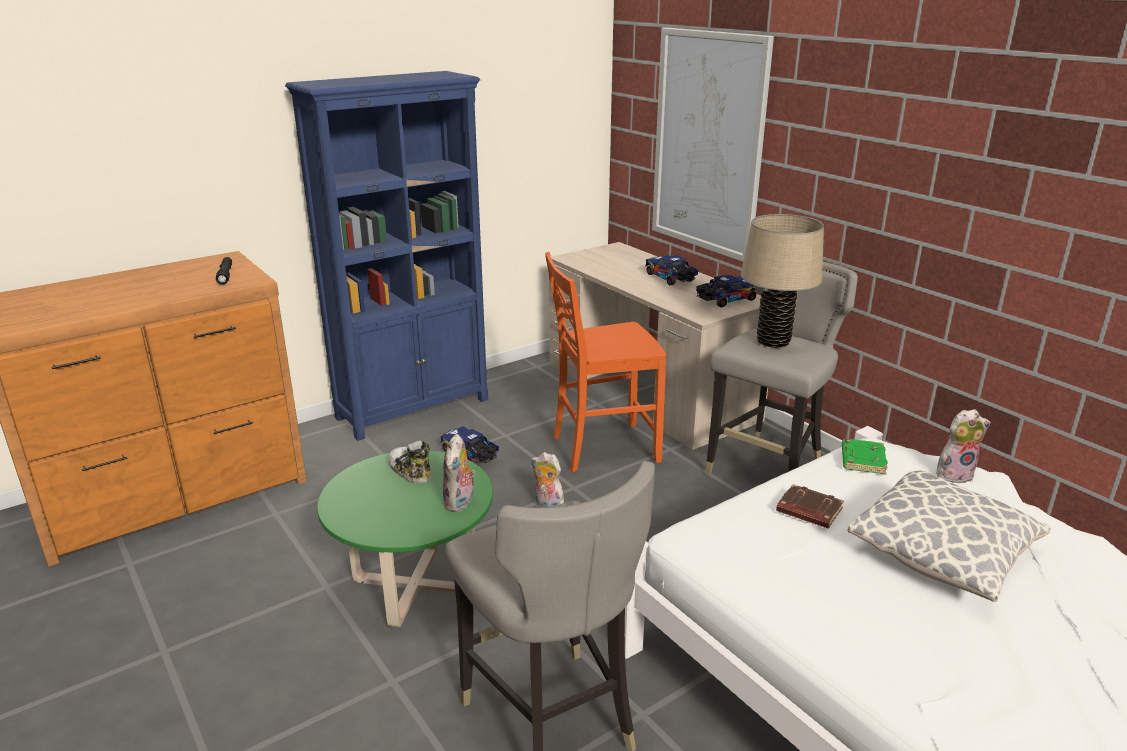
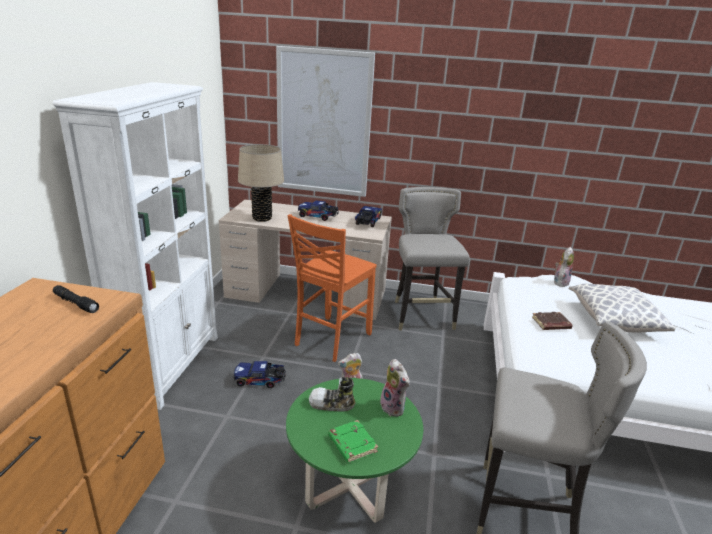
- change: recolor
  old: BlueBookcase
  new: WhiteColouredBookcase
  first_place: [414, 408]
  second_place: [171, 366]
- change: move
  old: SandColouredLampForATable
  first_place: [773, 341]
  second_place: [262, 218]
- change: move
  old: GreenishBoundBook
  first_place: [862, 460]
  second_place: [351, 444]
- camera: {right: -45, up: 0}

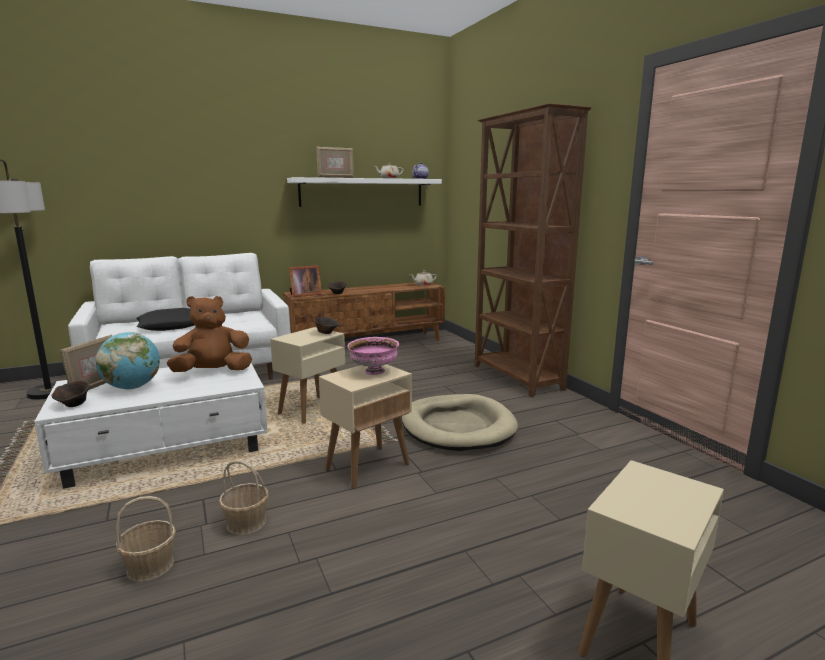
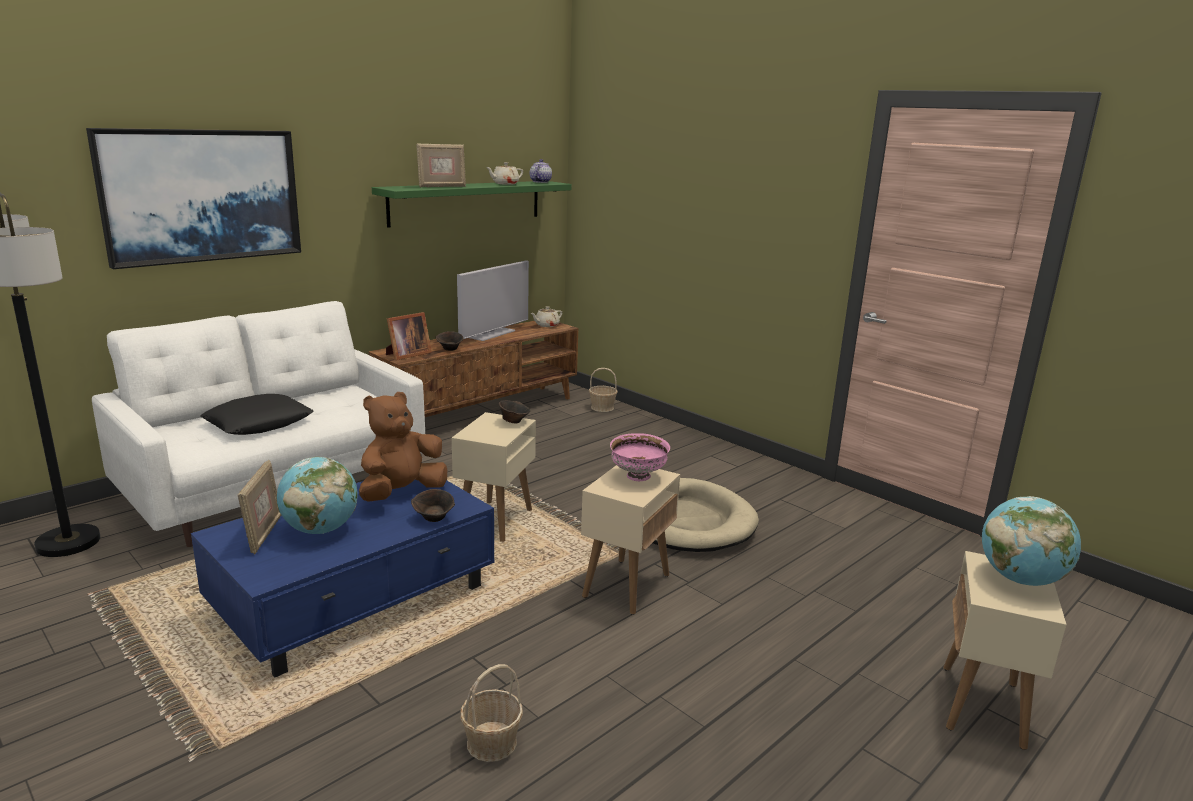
- change: delete
  old: BrownColouredBookcase
  first_place: [516, 378]
- change: recolor
  old: WhiteColouredShelf
  new: GreenishShelf
  first_place: [362, 192]
  second_place: [467, 202]
- change: recolor
  old: WhiteColouredCoffeeTable
  new: BlueCoffeeTable
  first_place: [169, 447]
  second_place: [357, 599]
- change: move
  old: BrownColouredDeepDish
  first_place: [74, 405]
  second_place: [434, 518]
- change: move
  old: StorageBasket
  first_place: [246, 523]
  second_place: [602, 408]
- change: insert
  new: WallArt
  second_place: [202, 195]
- change: insert
  new: Television
  second_place: [492, 334]
- change: insert
  new: WorldGlobe
  second_place: [1020, 579]
- camera: {right: -20, up: 5}

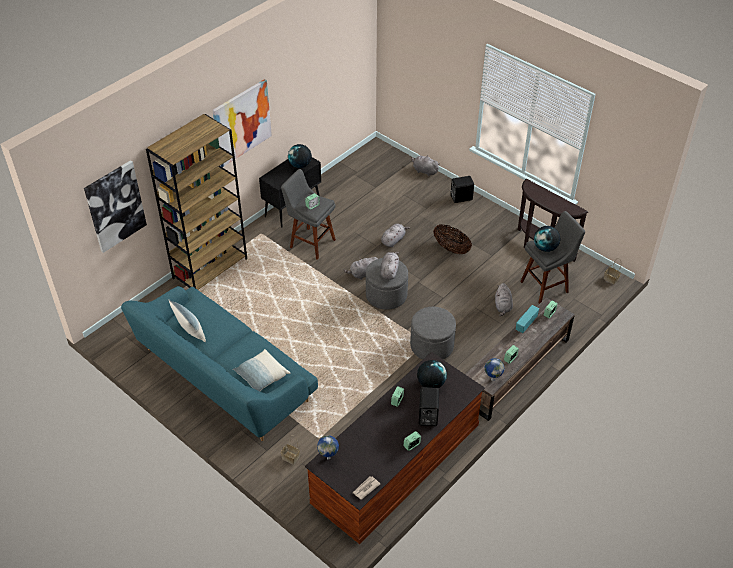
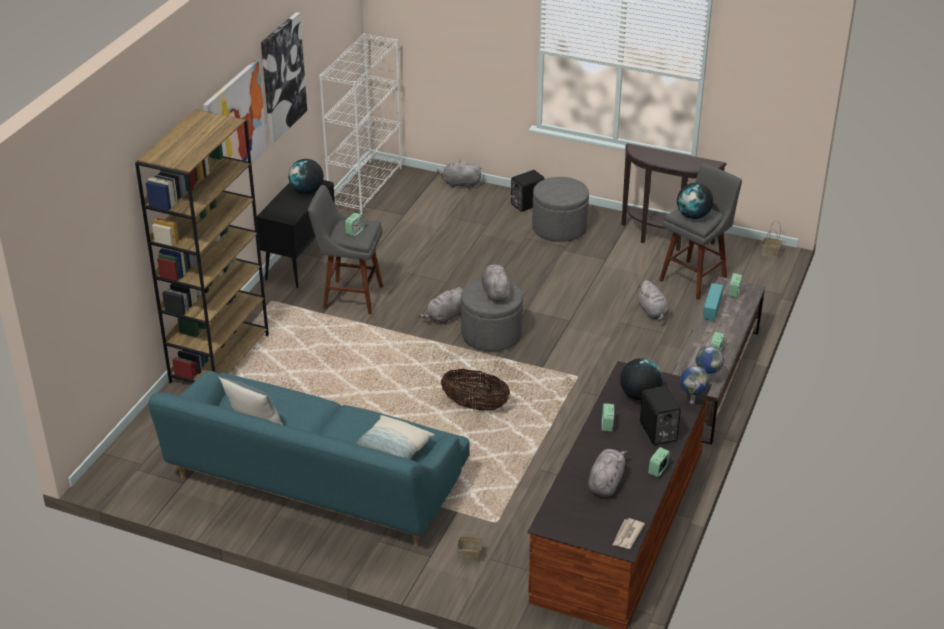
- change: move
  old: WallArt
  first_place: [115, 206]
  second_place: [282, 77]
- change: move
  old: GrayPlushToy
  first_place: [393, 240]
  second_place: [606, 482]
- change: move
  old: StorageBasket
  first_place: [451, 248]
  second_place: [475, 405]
- change: move
  old: GrayPouffe
  first_place: [432, 345]
  second_place: [559, 228]
- change: move
  old: WorldGlobe
  first_place: [329, 457]
  second_place: [692, 401]
- change: insert
  new: WhiteColouredBookcase
  second_place: [365, 187]
- camera: {right: -20, up: -10}

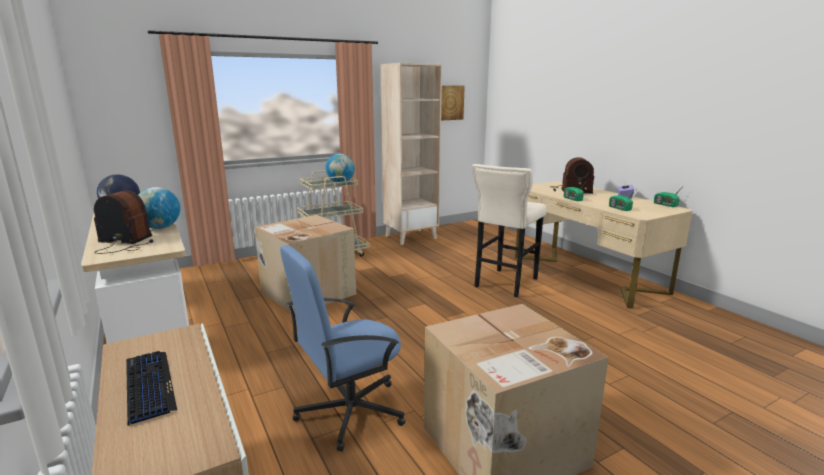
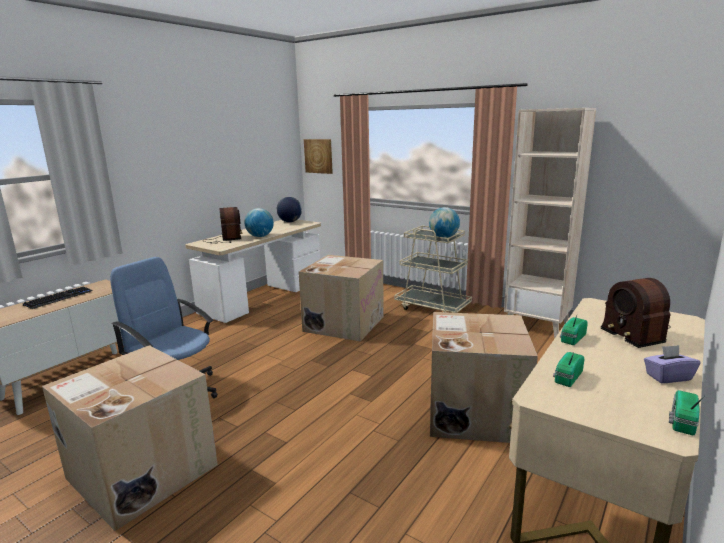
- change: move
  old: WallArt
  first_place: [448, 102]
  second_place: [318, 156]
- change: replace
  old: SandColouredStool
  new: CardboardBox
  first_place: [504, 284]
  second_place: [473, 411]
- camera: {right: 65, up: 0}

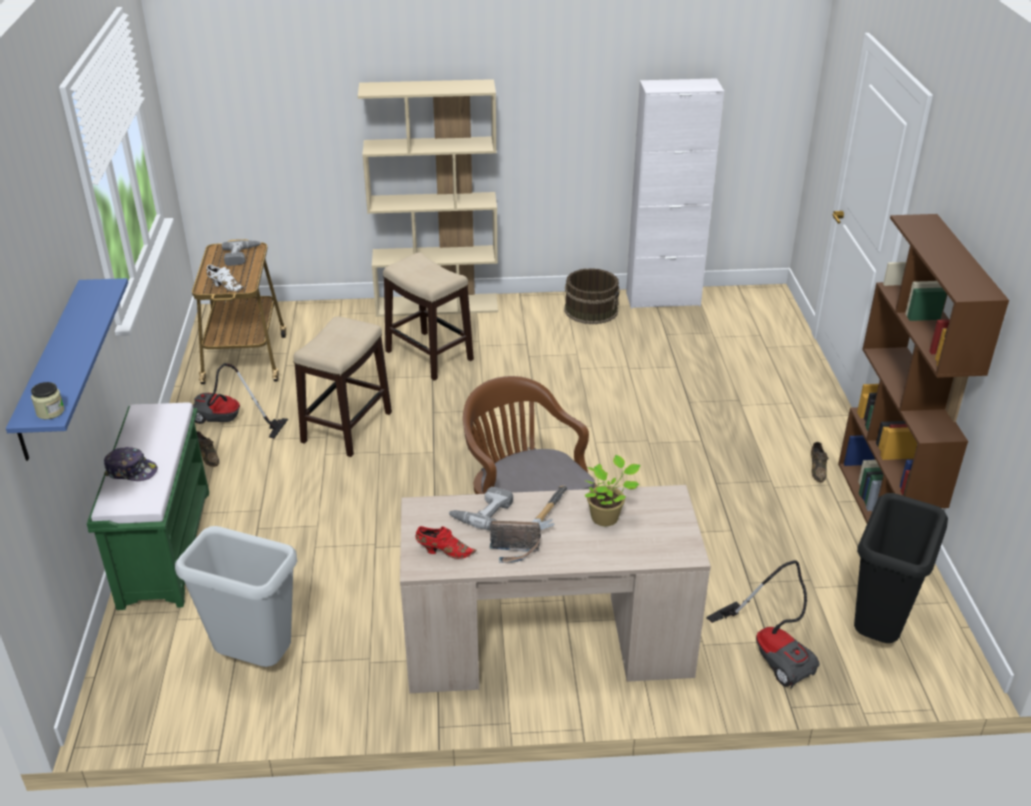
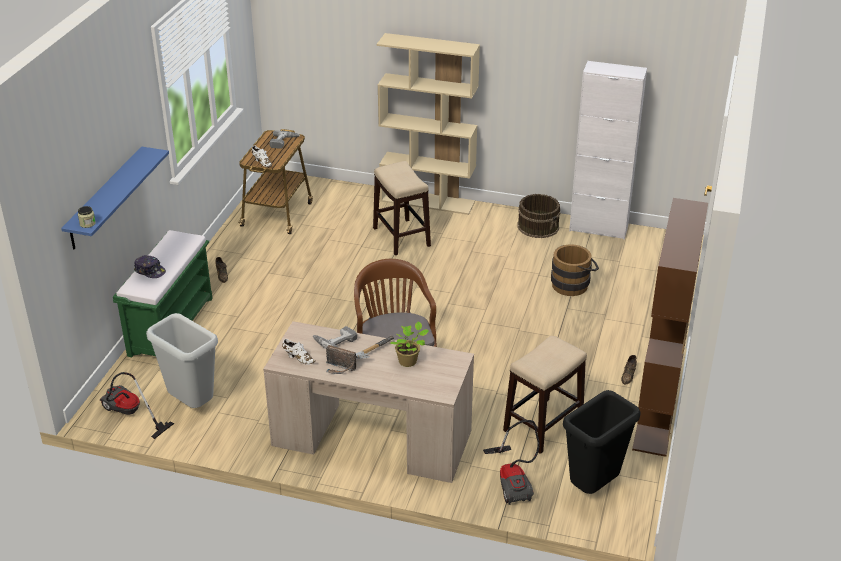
- change: move
  old: Stool
  first_place: [346, 428]
  second_place: [542, 426]
- change: move
  old: VacuumCleaner
  first_place: [228, 422]
  second_place: [129, 414]
- change: recolor
  old: ReddishShoe
  new: WhiteColouredShoe
  first_place: [443, 551]
  second_place: [298, 358]
- change: insert
  new: BrownColouredBucket
  second_place: [573, 284]
- camera: {right: 20, up: 0}

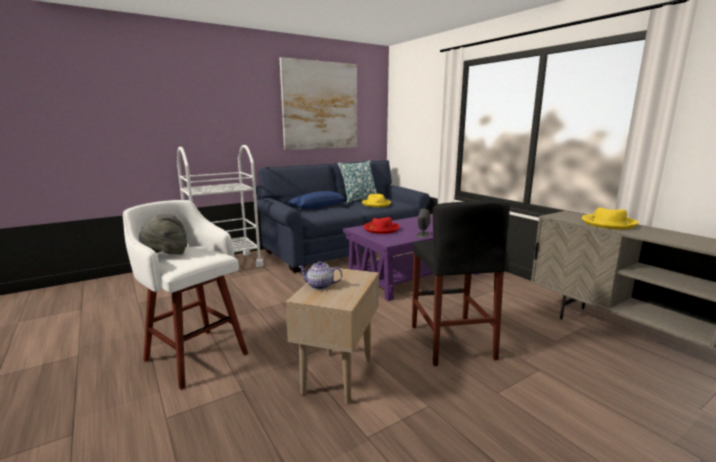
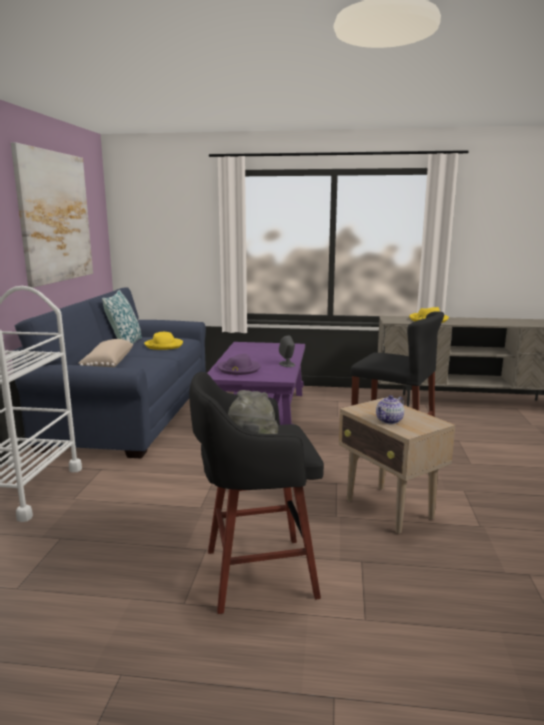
- change: recolor
  old: BlueThrowPillow
  new: SandColouredThrowPillow
  first_place: [317, 207]
  second_place: [107, 364]
- change: recolor
  old: WhiteColouredStool
  new: BlackColouredStool
  first_place: [195, 355]
  second_place: [255, 573]
- change: recolor
  old: ReddishHat
  new: PurplishHat
  first_place: [381, 229]
  second_place: [239, 369]
- camera: {right: -50, up: 0}

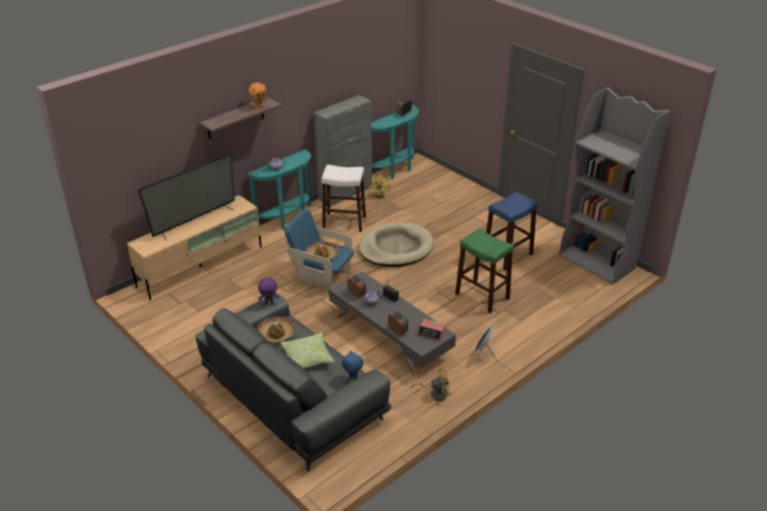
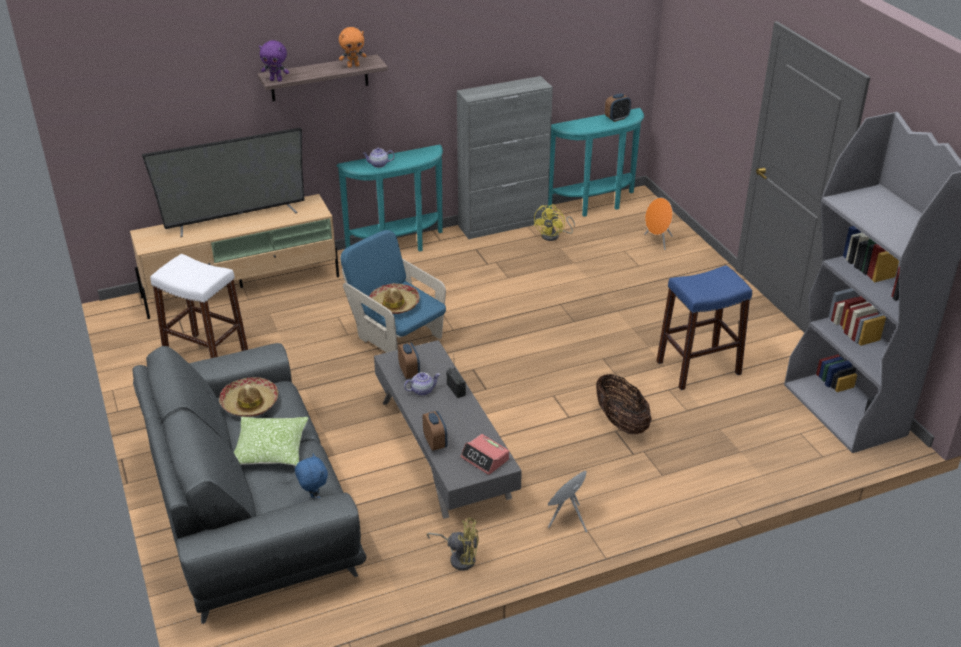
- change: move
  old: WhiteColouredStool
  first_place: [344, 222]
  second_place: [206, 356]
- change: delete
  old: SandColouredPetBed
  first_place: [396, 248]
- change: replace
  old: GreenishStool
  new: StorageBasket
  first_place: [482, 296]
  second_place: [621, 422]
- change: move
  old: PurplishPlushToy
  first_place: [269, 303]
  second_place: [276, 80]
- change: insert
  new: OrangeColouredAudioSpeaker
  second_place: [657, 241]
- camera: {right: 20, up: 0}

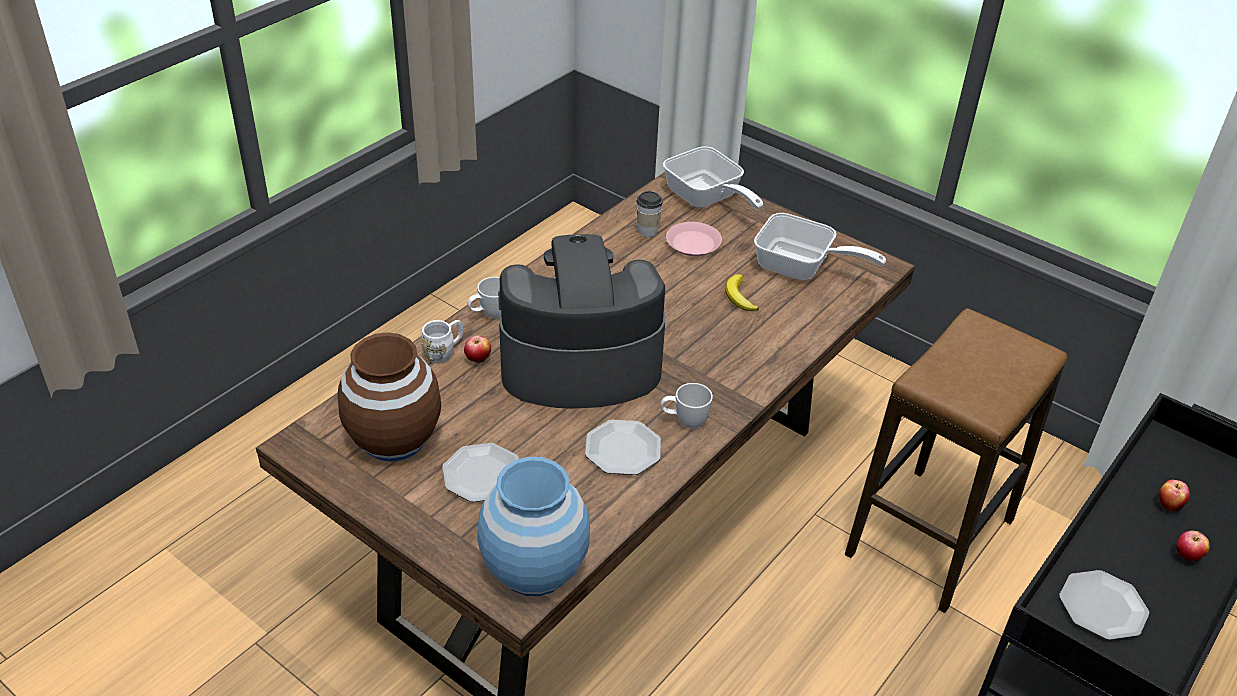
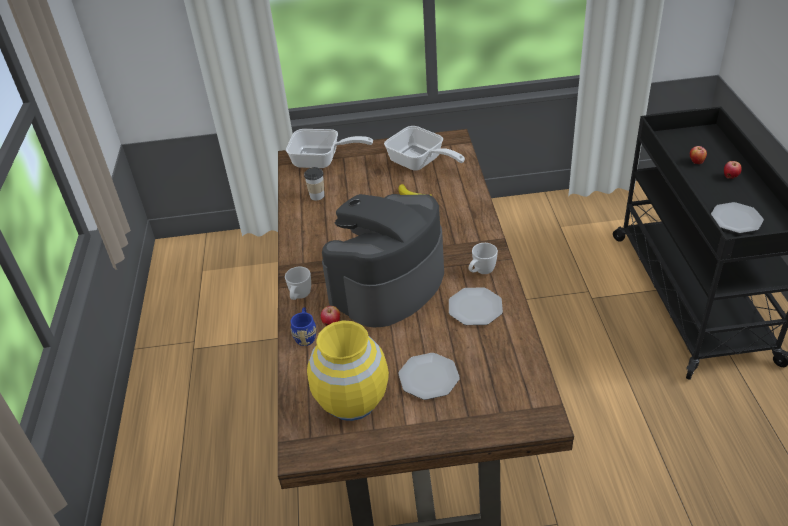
- change: rotate
  old: Pan
  first_place: [801, 268]
  second_place: [420, 163]
  degrees: 60
- change: delete
  old: PinkishDinnerPlate
  first_place: [693, 244]
- change: delete
  old: Stool
  first_place: [930, 538]
- change: recolor
  old: WhiteColouredMug
  new: BlueMug
  first_place: [444, 352]
  second_place: [306, 335]
- change: recolor
  old: BrownColouredVase
  new: YellowColouredVase
  first_place: [394, 438]
  second_place: [352, 400]
- change: delete
  old: BlueVase
  first_place: [535, 568]
- camera: {right: -40, up: 0}

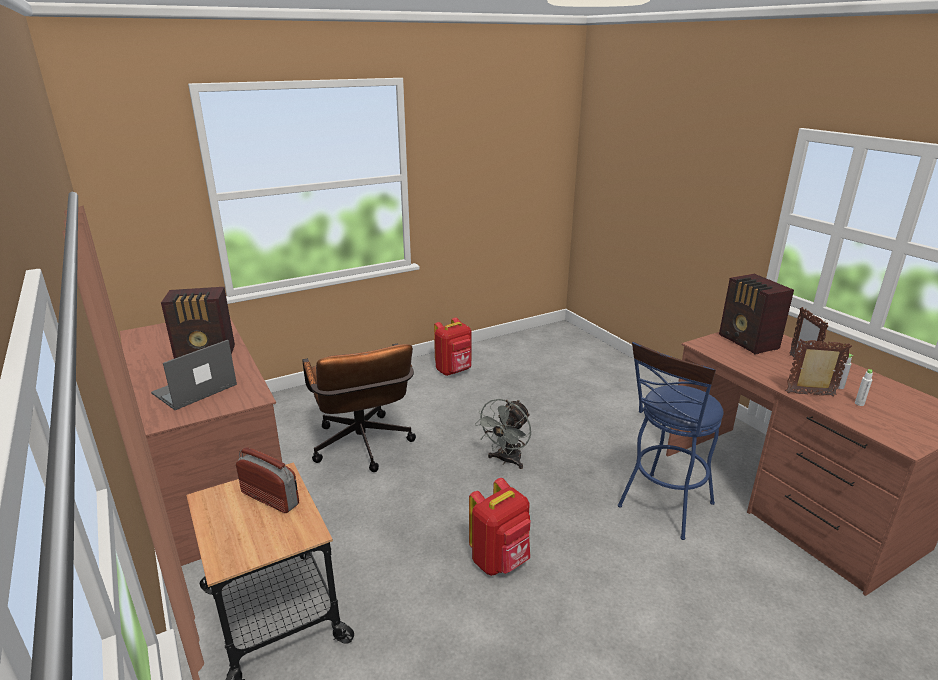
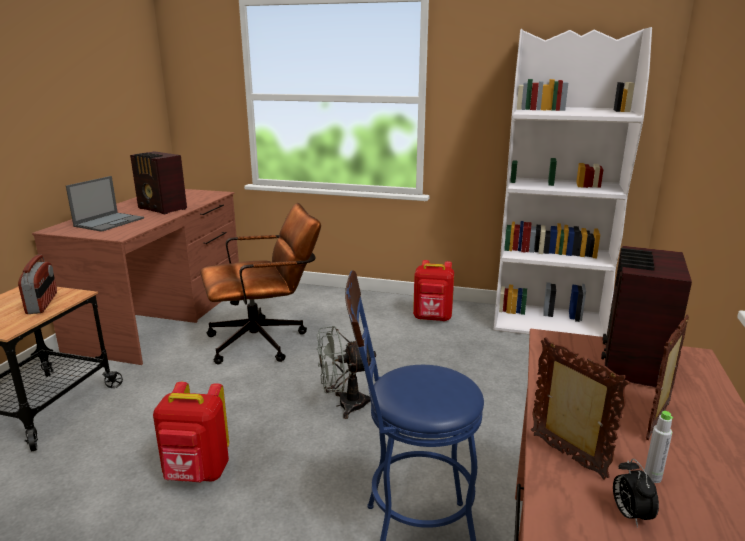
- change: rotate
  old: NotebookComputer
  first_place: [194, 389]
  second_place: [110, 222]
  degrees: 120
- change: rotate
  old: BrownColouredOfficeChair
  first_place: [363, 449]
  second_place: [265, 341]
  degrees: -135
- change: replace
  old: WhiteColouredBottle
  new: AlarmClock
  first_place: [859, 404]
  second_place: [629, 514]
- change: insert
  new: WhiteColouredBookcase
  second_place: [549, 323]
- camera: {right: 45, up: -5}

